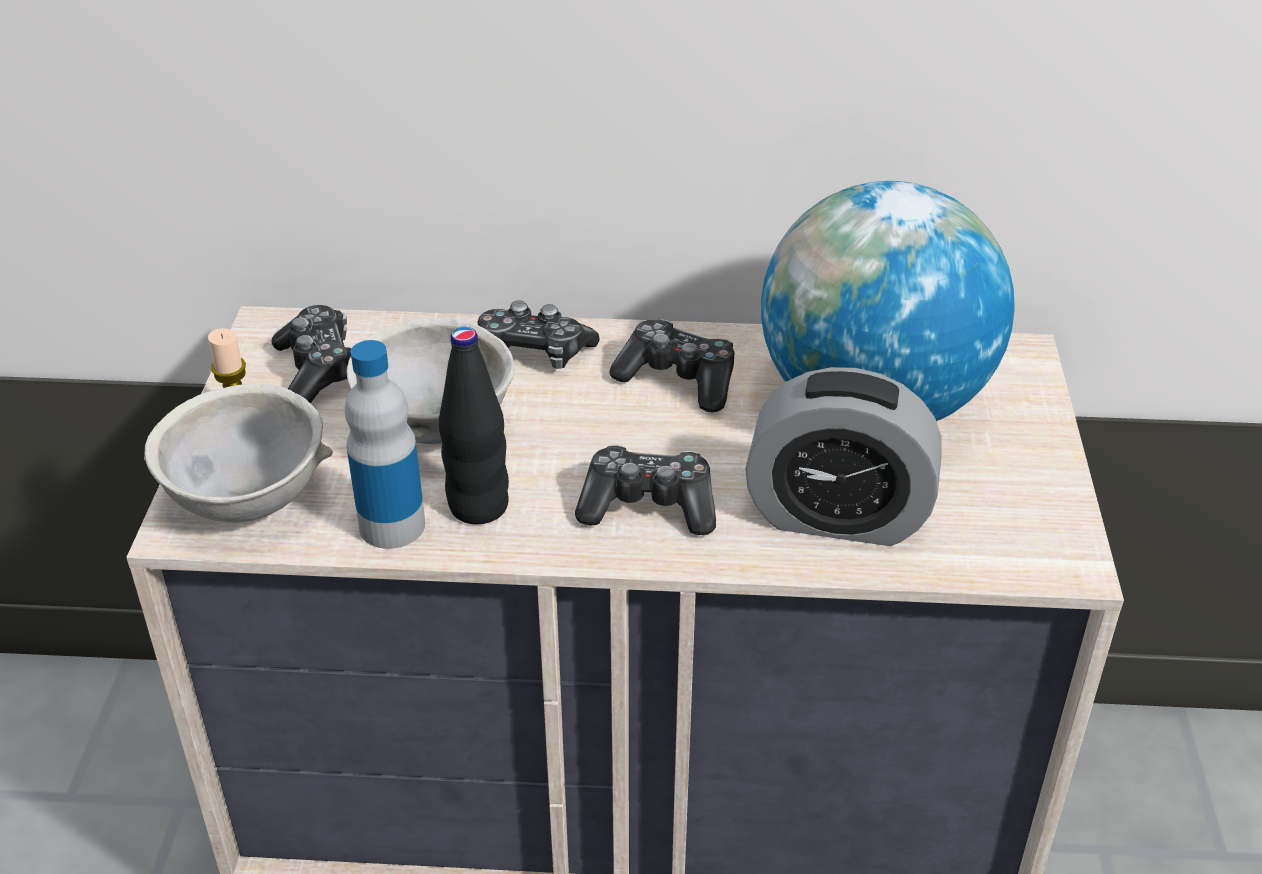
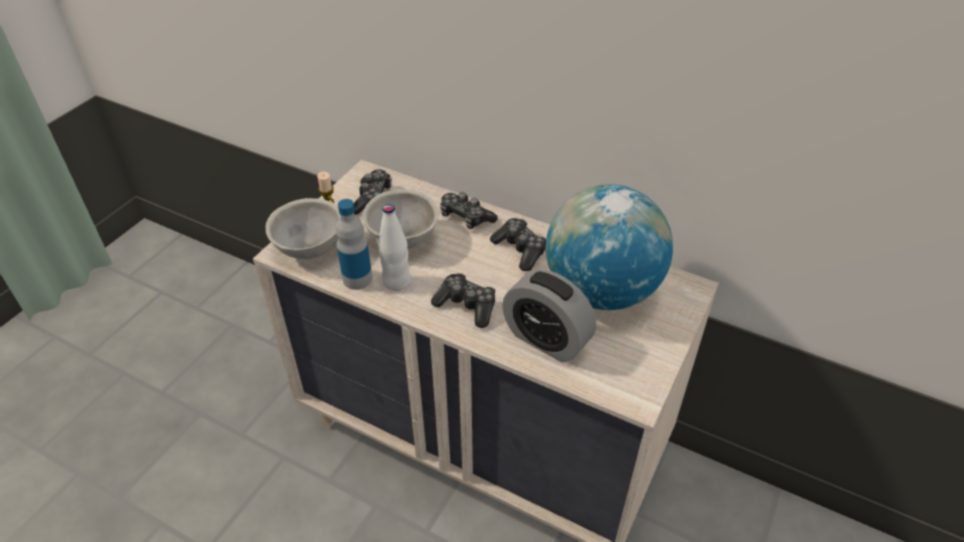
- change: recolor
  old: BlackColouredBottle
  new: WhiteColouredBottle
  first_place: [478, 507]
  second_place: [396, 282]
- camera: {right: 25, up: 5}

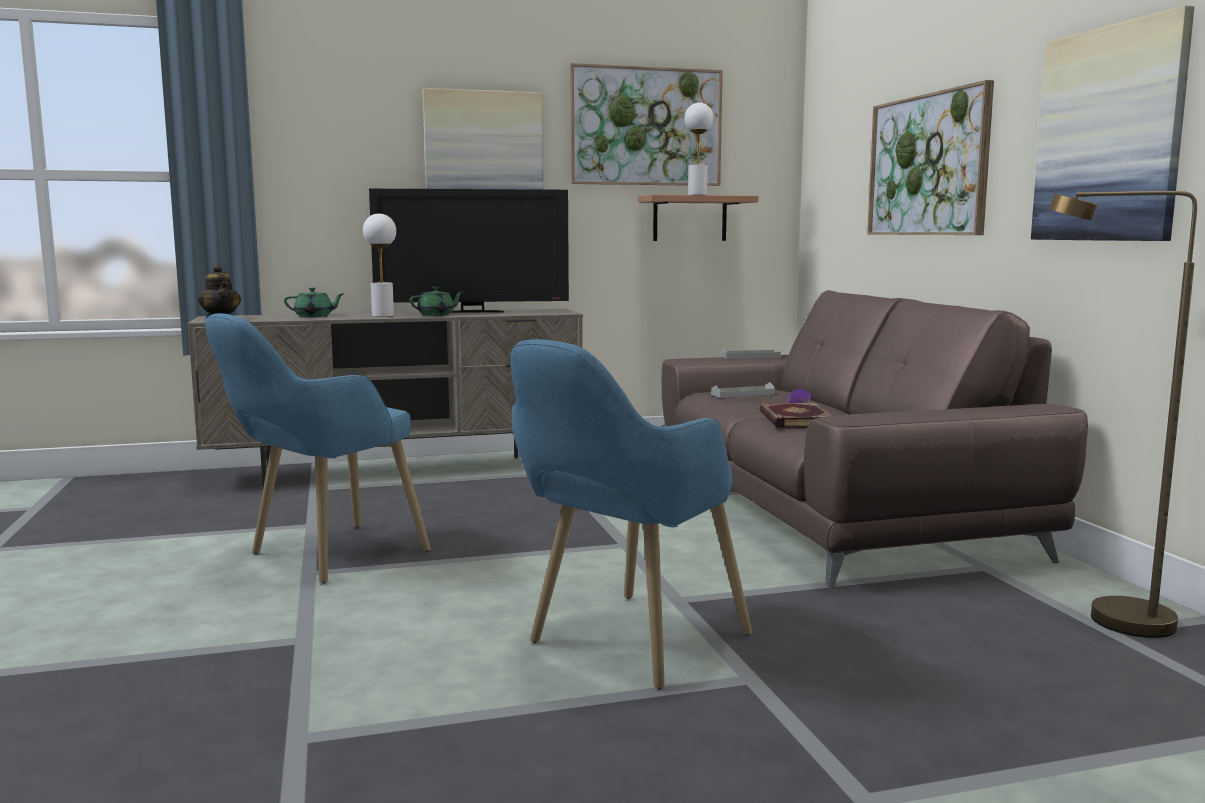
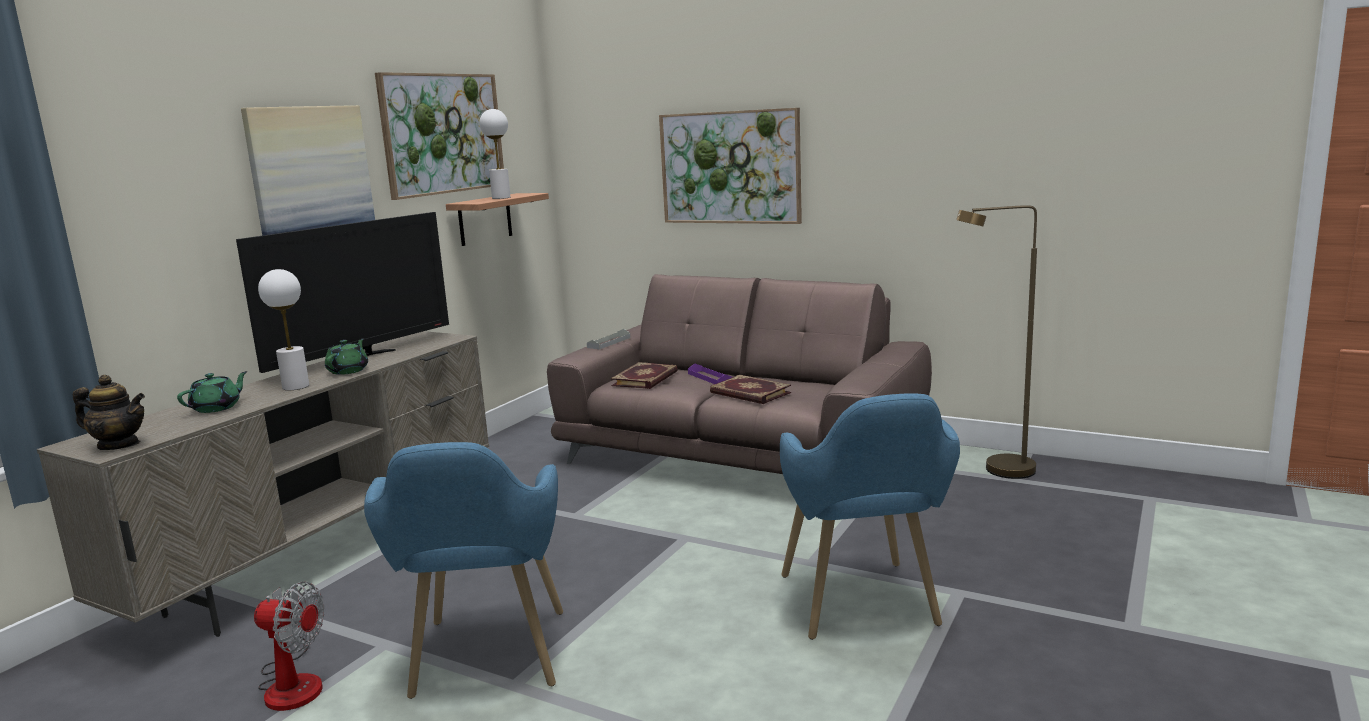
- change: delete
  old: WallArt
  first_place: [1109, 135]
- change: replace
  old: GrayCarryingTray
  new: BoundBook
  first_place: [743, 394]
  second_place: [646, 379]
- change: insert
  new: CoolingFan
  second_place: [293, 682]
- camera: {right: -45, up: 5}

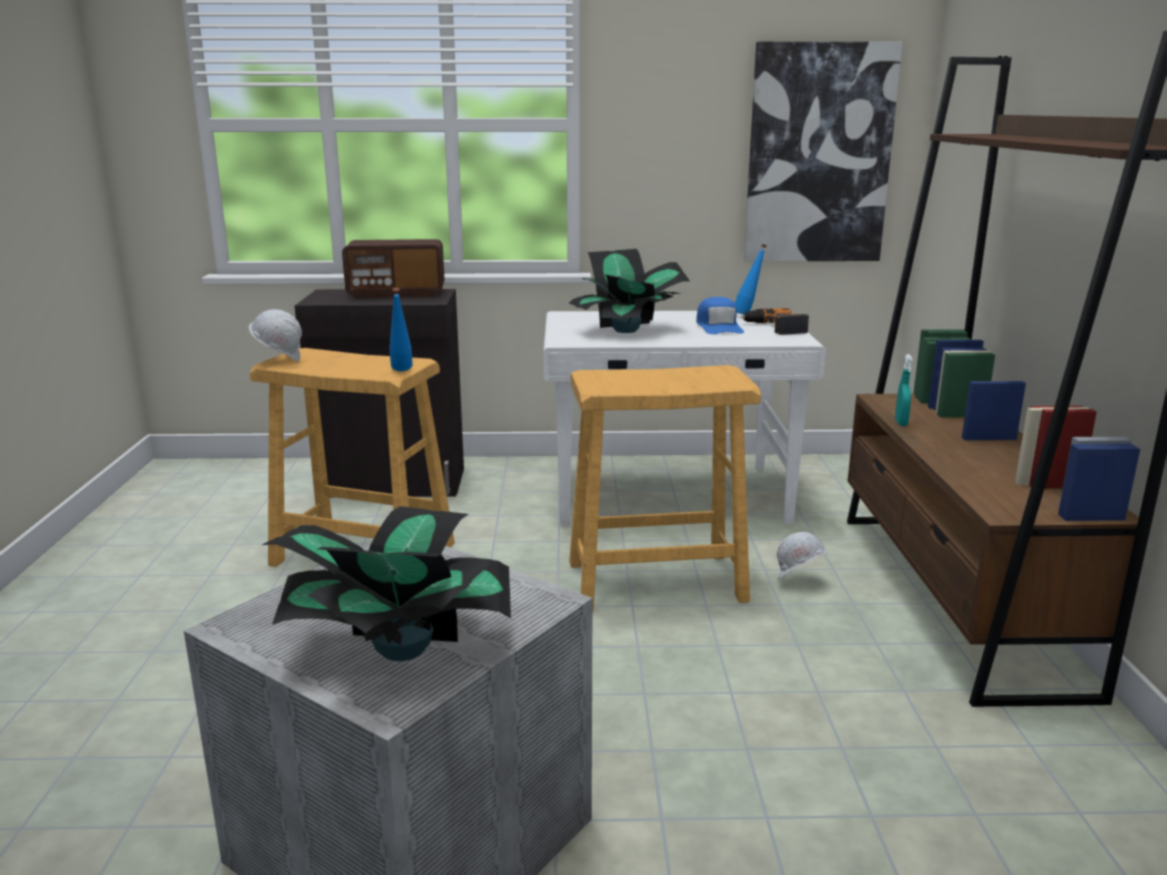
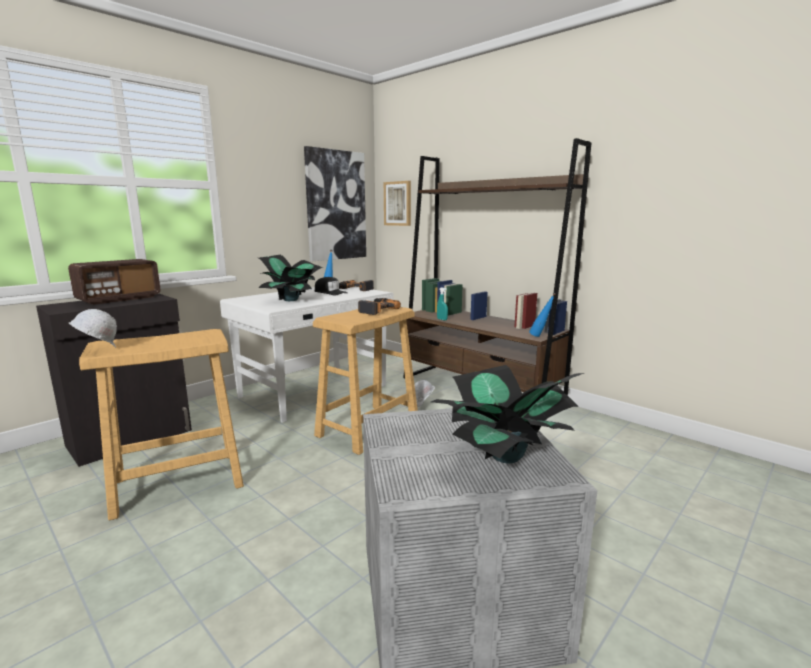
- change: move
  old: BlueBottle
  first_place: [401, 372]
  second_place: [540, 336]
- change: recolor
  old: BlueBaseballCap
  new: BlackColouredBaseballCap
  first_place: [718, 327]
  second_place: [330, 292]
- change: insert
  new: WallArt
  second_place: [398, 203]
- change: insert
  new: PowerDrill
  second_place: [376, 310]
- camera: {right: -45, up: -5}

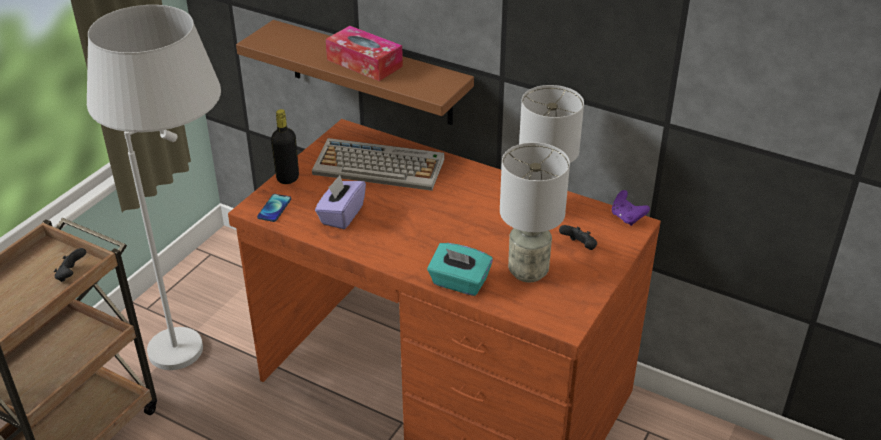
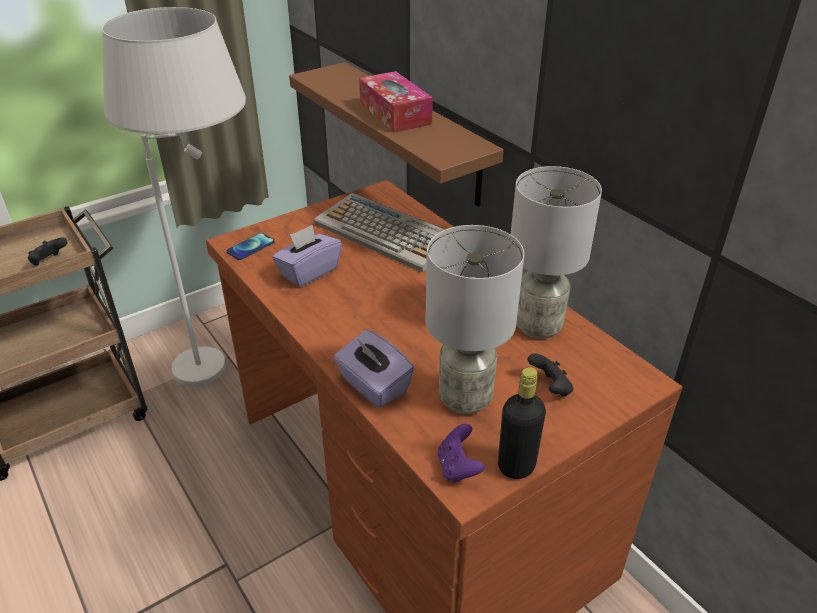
- change: move
  old: BlackColouredBottle
  first_place: [287, 178]
  second_place: [516, 466]
- change: move
  old: PurplishJoypad
  first_place: [627, 218]
  second_place: [458, 467]
- change: recolor
  old: BlueGreenBoxOfTissues
  new: PurplishBoxOfTissues
  first_place: [459, 283]
  second_place: [373, 386]
- camera: {right: 25, up: 0}

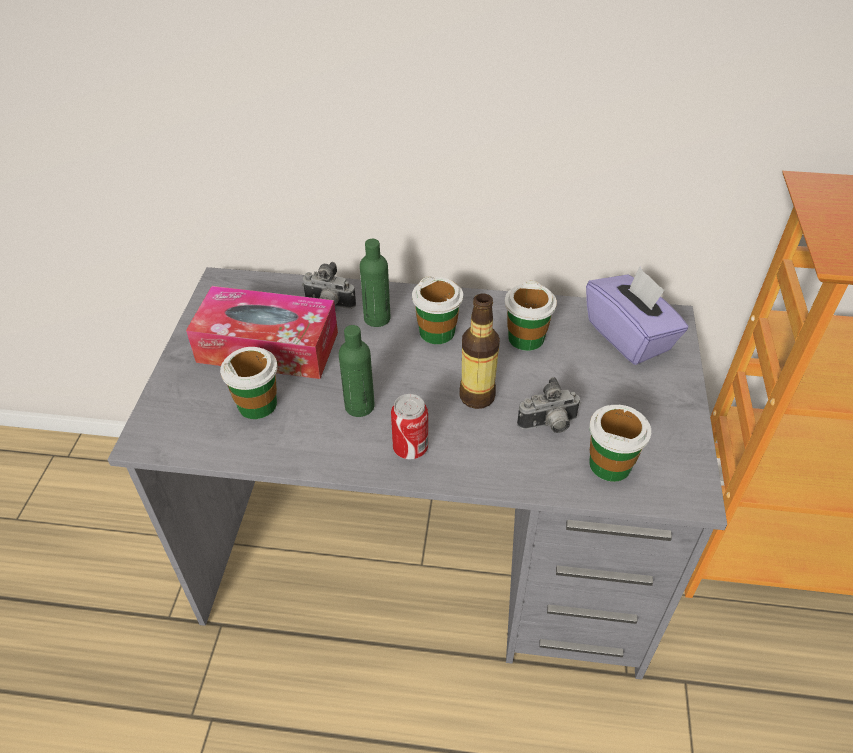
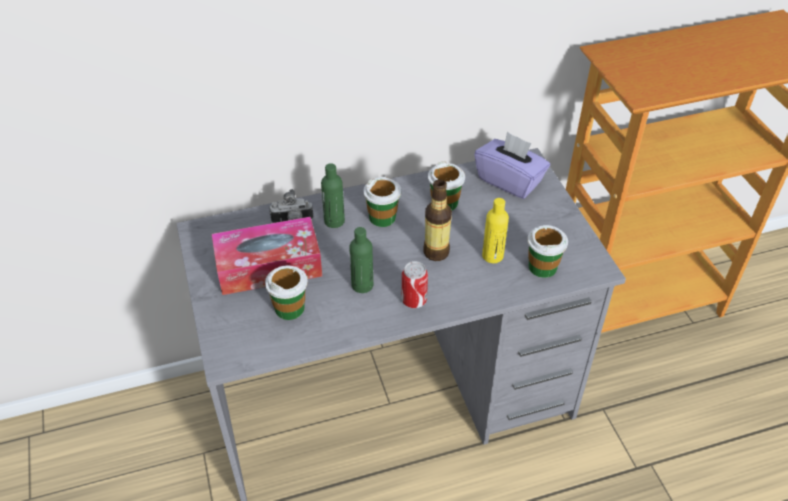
- change: replace
  old: StillCamera
  new: YellowColouredBottle
  first_place: [549, 425]
  second_place: [492, 256]
- camera: {right: -25, up: 0}

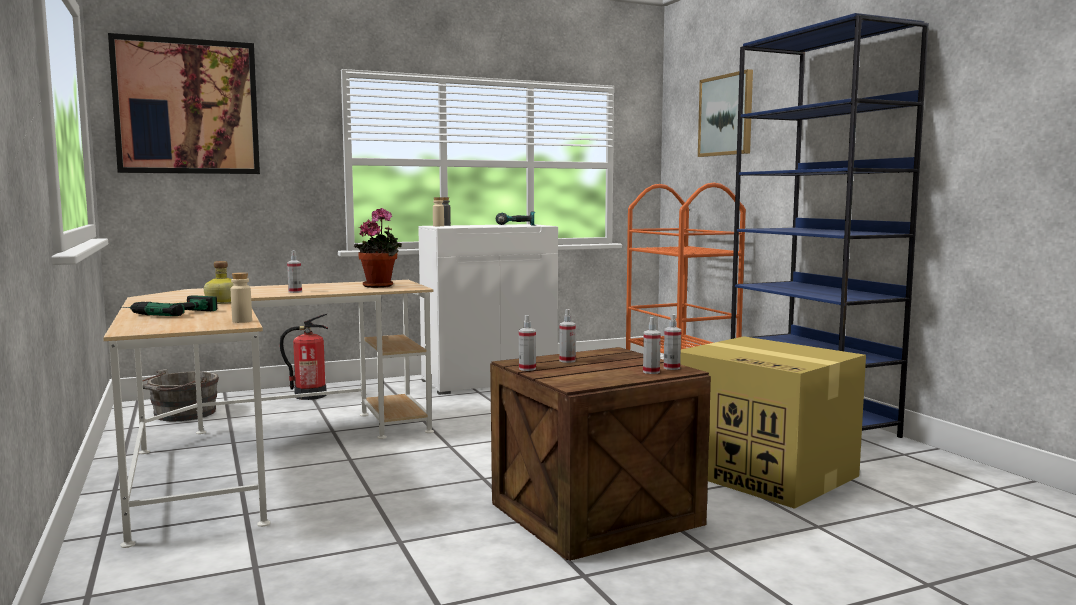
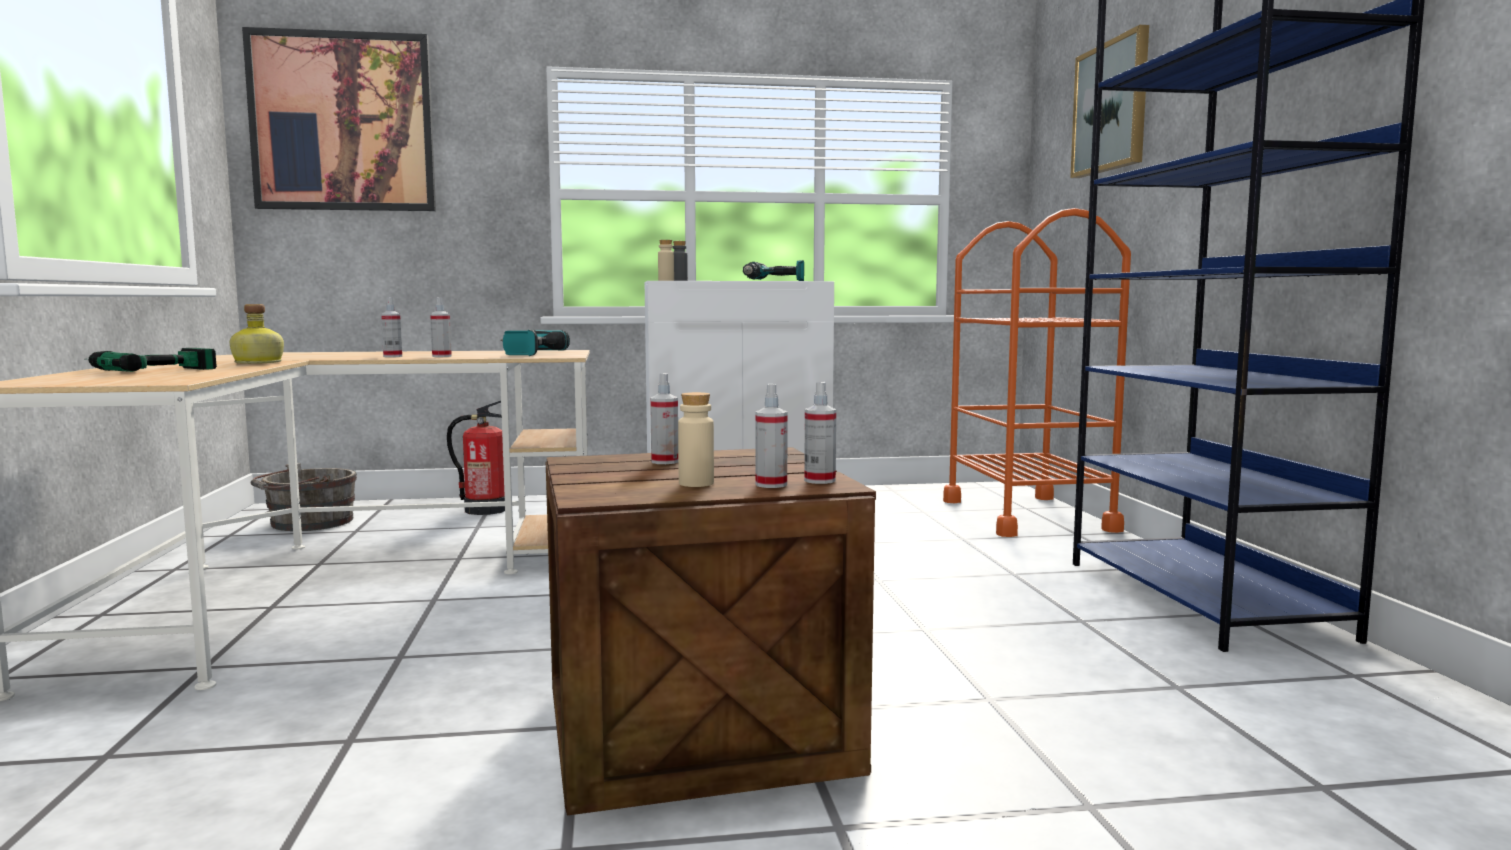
- change: replace
  old: Houseplant
  new: PowerDrill
  first_place: [380, 286]
  second_place: [526, 353]
- change: move
  old: SandColouredBottle
  first_place: [242, 321]
  second_place: [696, 483]
- change: move
  old: Sprayer
  first_place: [527, 369]
  second_place: [441, 356]
- change: delete
  old: CardboardBox
  first_place: [766, 473]
- camera: {right: 15, up: 0}

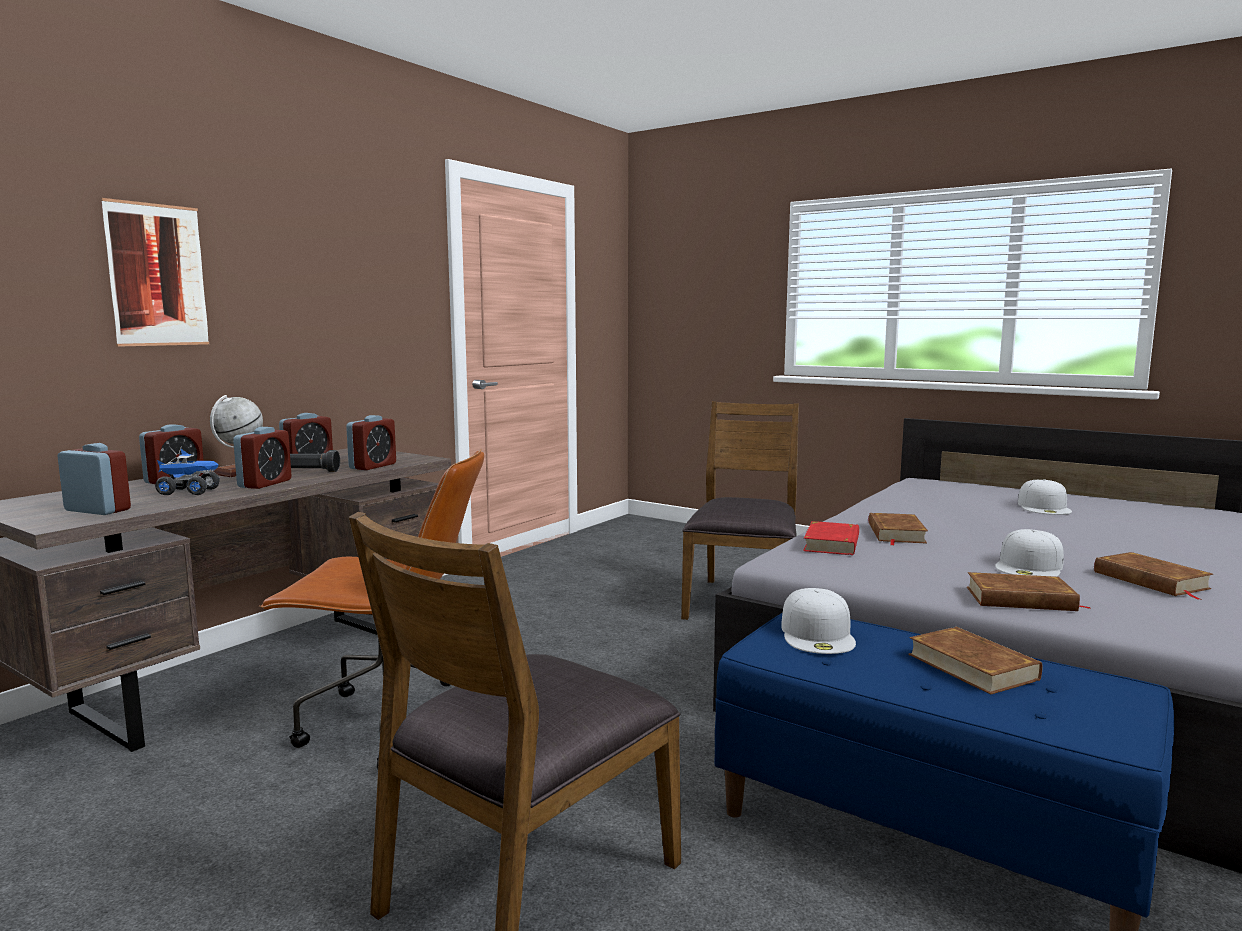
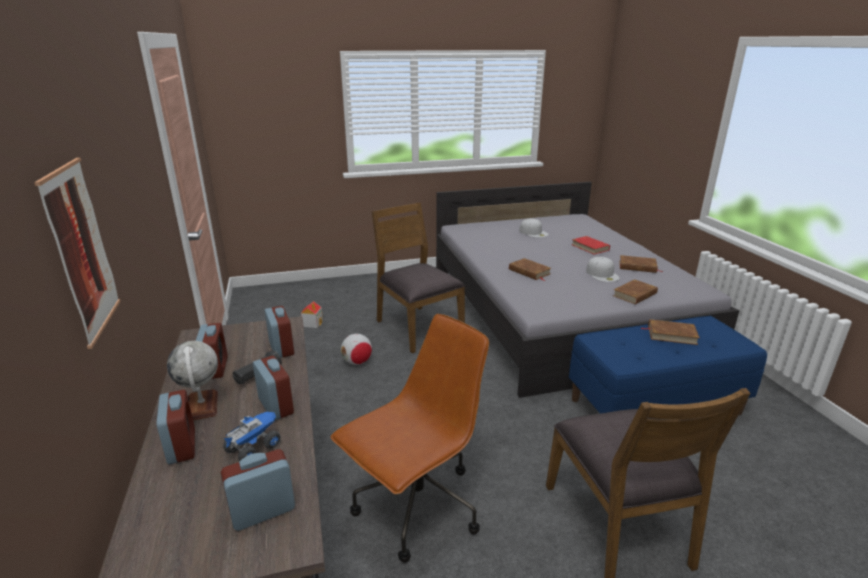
- change: move
  old: ReddishBoundBook
  first_place: [832, 544]
  second_place: [590, 247]
- change: delete
  old: WhiteColouredBaseballCap
  first_place: [818, 634]
- change: insert
  new: ModelHouse
  second_place: [312, 323]
- change: insert
  new: Football
  second_place: [357, 362]
- camera: {right: -50, up: 15}

